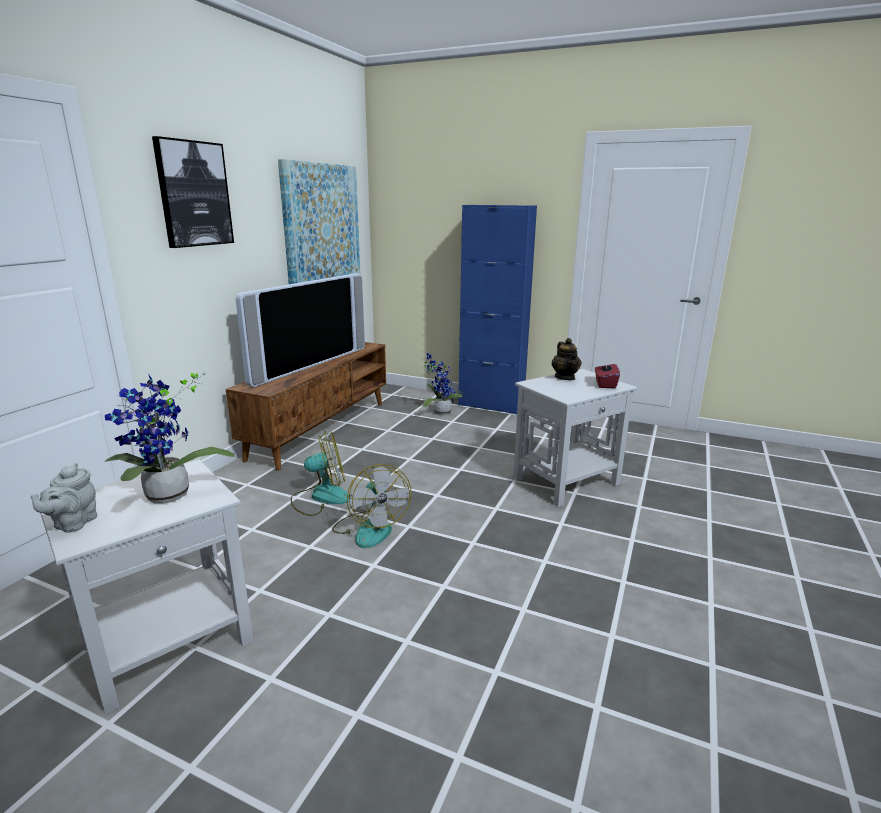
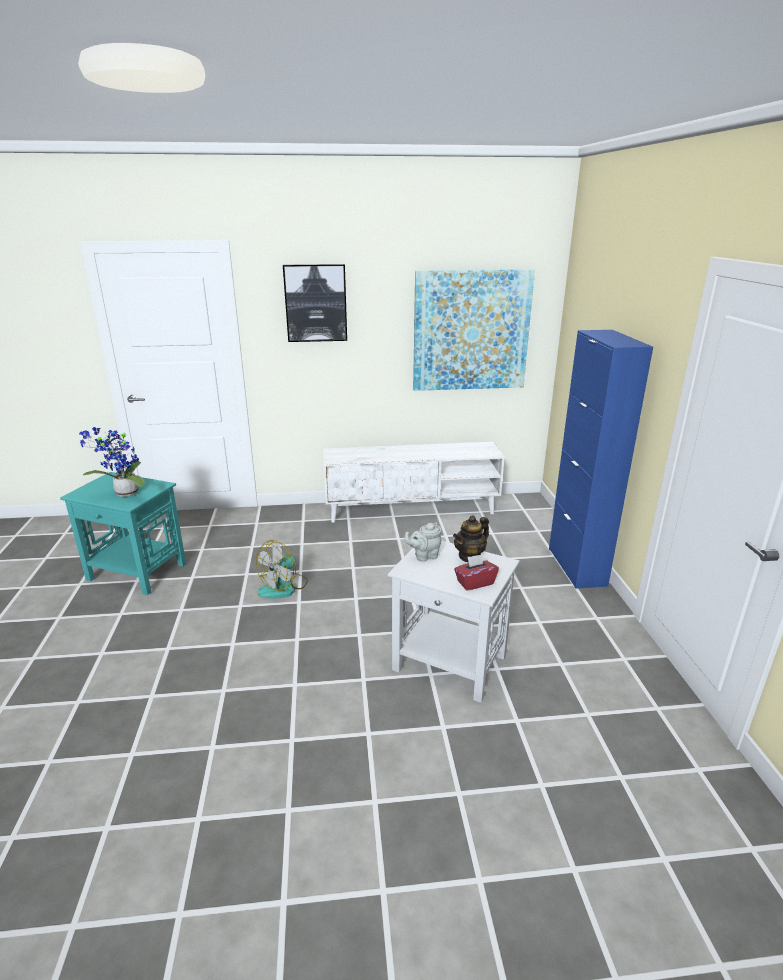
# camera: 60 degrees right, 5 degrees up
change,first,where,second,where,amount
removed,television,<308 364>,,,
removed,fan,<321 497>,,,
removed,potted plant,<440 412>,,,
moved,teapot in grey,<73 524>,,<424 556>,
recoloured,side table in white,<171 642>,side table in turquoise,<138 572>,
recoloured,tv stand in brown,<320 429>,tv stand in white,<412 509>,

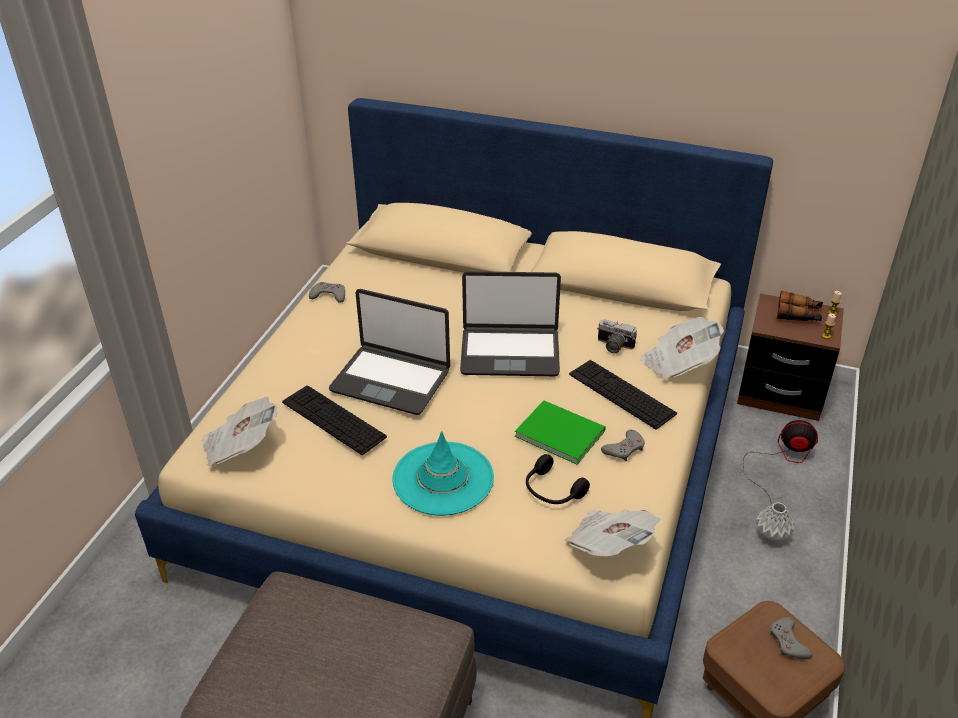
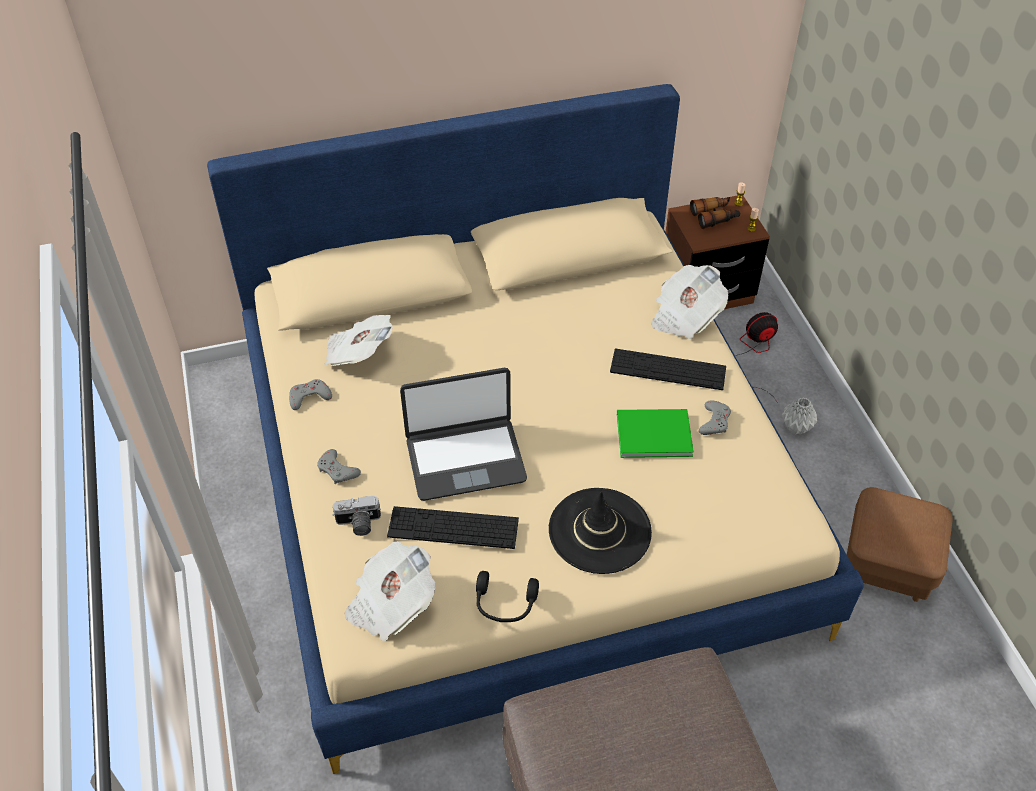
# camera: 35 degrees left, 10 degrees up
change,first,where,second,where,amount
removed,laptop,<510 352>,,,
moved,headphones in black,<552 491>,,<505 604>,
moved,newspaper,<609 545>,,<358 353>,
moved,photo camera,<613 346>,,<358 524>,
moved,game controller in grey,<788 642>,,<337 470>,
recoloured,hat in turquoise,<443 479>,hat in black,<599 531>,

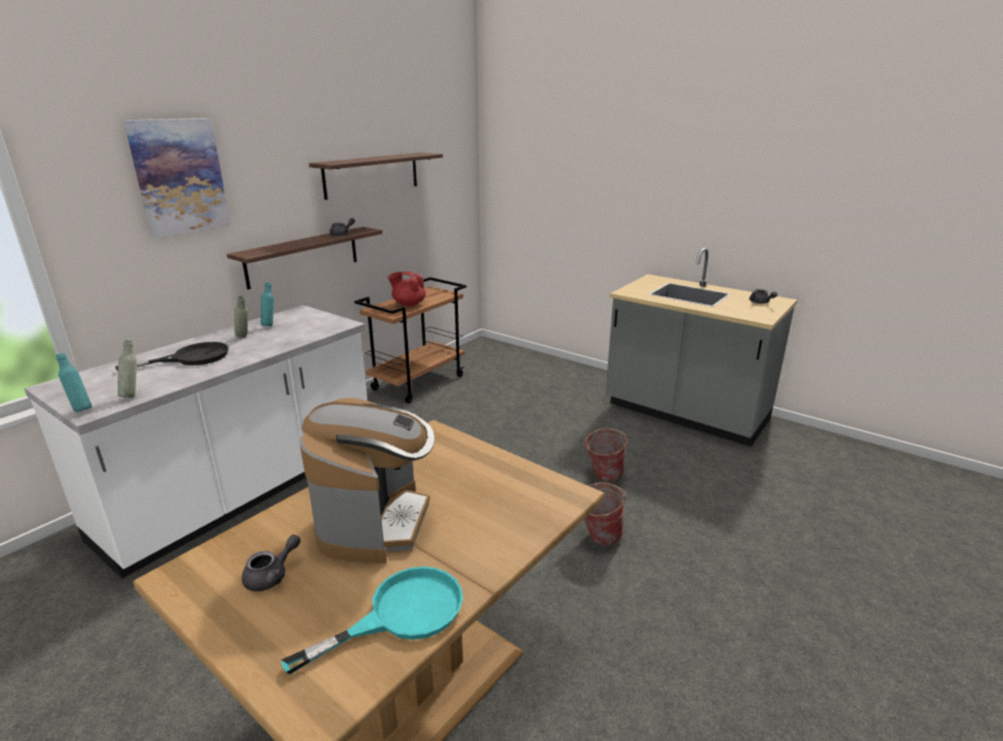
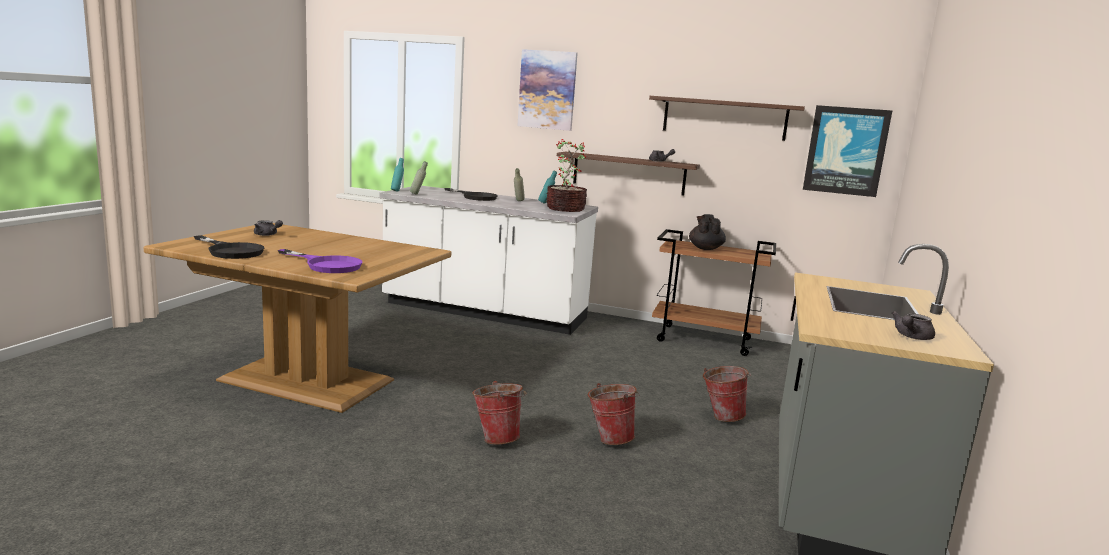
# camera: 70 degrees right, 10 degrees down
change,first,where,second,where,amount
removed,coffee machine,<376 522>,,,
added,,,frying pan in purple,<327 265>,
added,,,potted plant,<565 209>,
added,,,bucket,<720 416>,
added,,,picture,<845 151>,
recoloured,frying pan in turquoise,<401 614>,frying pan in black,<231 251>,
recoloured,teapot in red,<408 304>,teapot in black,<705 248>,

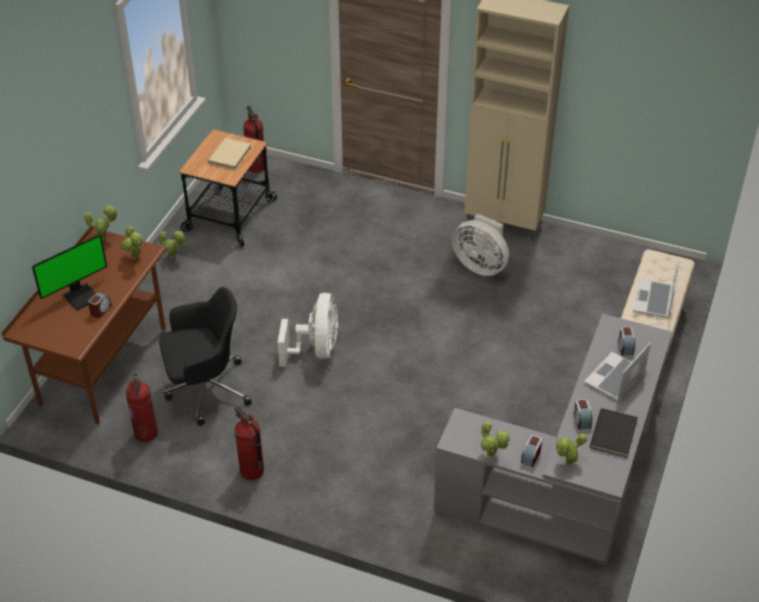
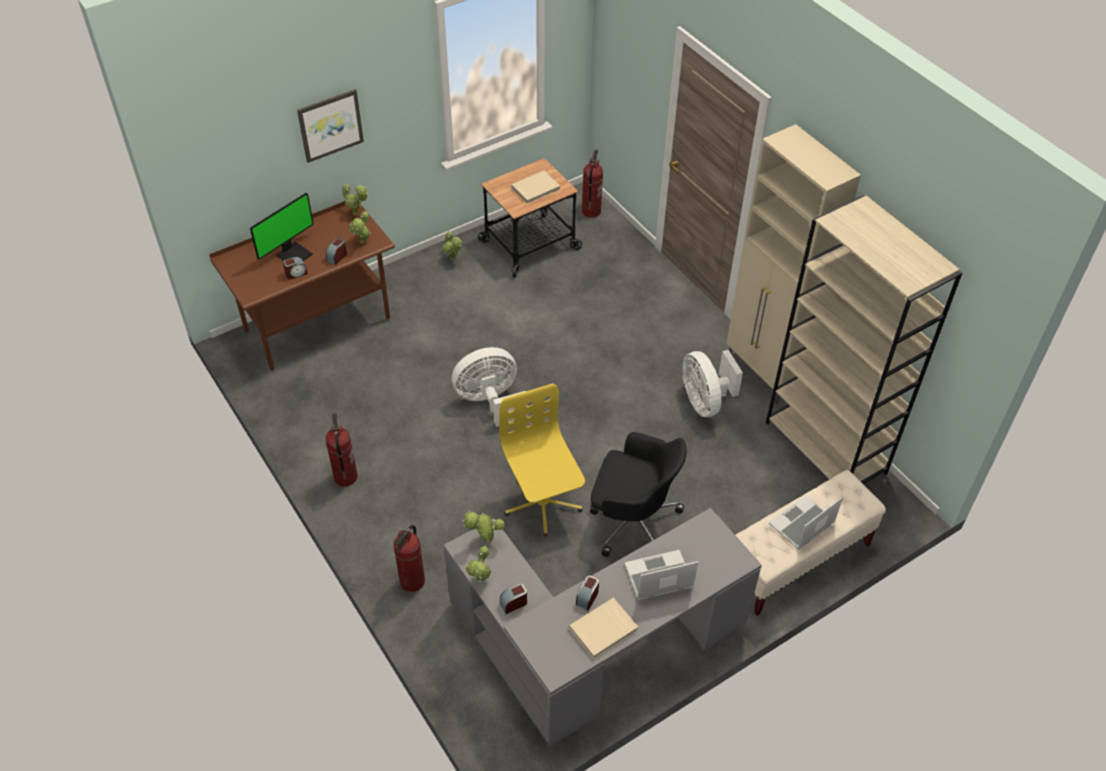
# camera: 35 degrees right, 5 degrees up
change,first,where,second,where,amount
added,,,picture,<330 125>,
added,,,office chair in yellow,<542 503>,
added,,,bookcase in beige,<826 448>,
moved,fire extinguisher,<146 433>,,<412 581>,
moved,office chair in black,<205 389>,,<632 521>,
moved,potted plant,<566 463>,,<485 540>,
moved,alarm clock,<625 347>,,<337 257>,
recoloured,book in black,<614 434>,book in beige,<604 630>,
turned,monitor,<81 296>,,<293 254>,45 degrees counterclockwise
turned,fan in white,<316 350>,,<490 402>,150 degrees counterclockwise

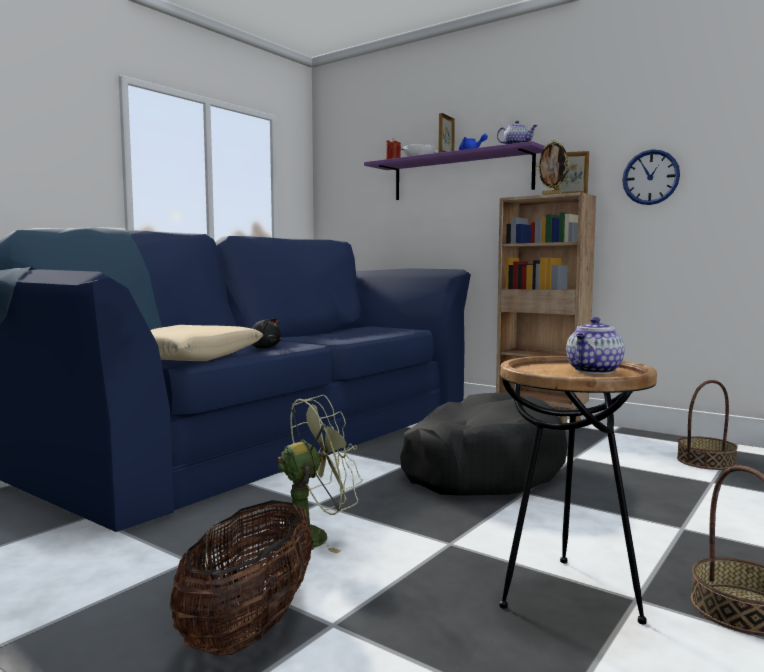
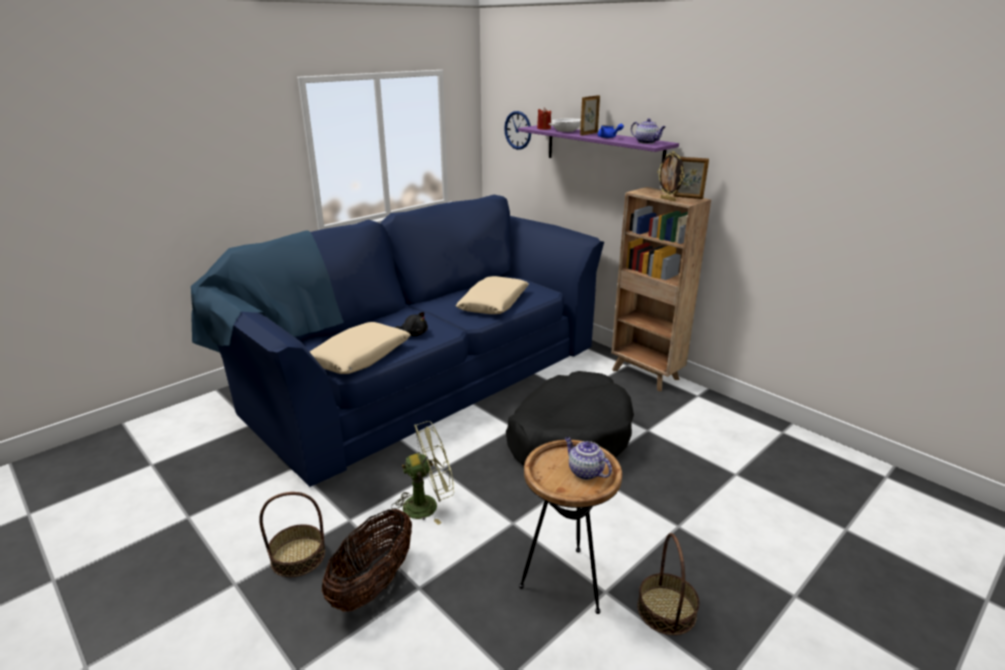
# camera: 10 degrees right, 20 degrees up
change,first,where,second,where,amount
added,,,pillow in beige,<494 303>,
moved,wall clock,<650 177>,,<518 130>,
moved,basket,<706 461>,,<298 557>,
turned,teapot,<594 371>,,<585 471>,90 degrees clockwise

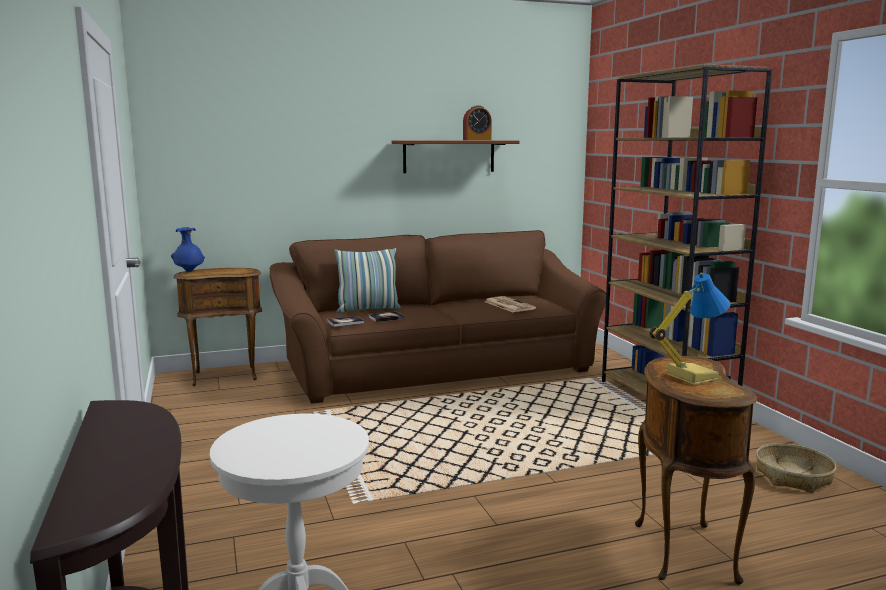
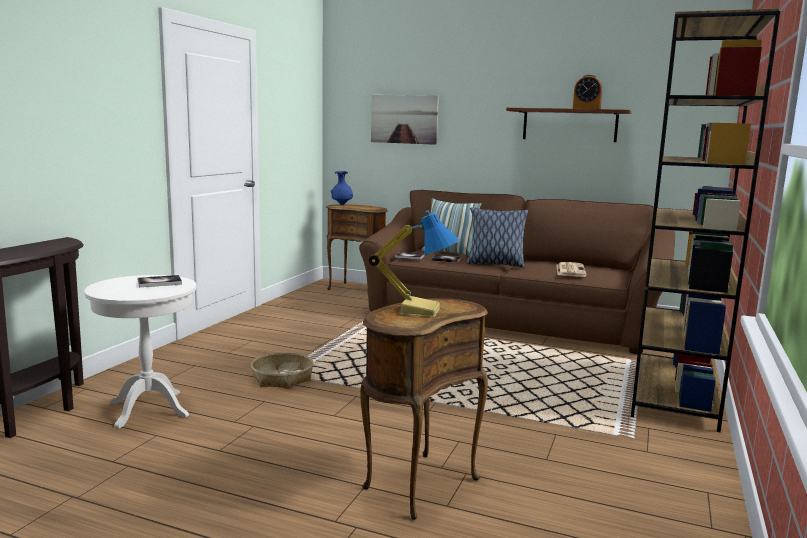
# camera: 40 degrees right, 0 degrees up
change,first,where,second,where,amount
added,,,book,<159 282>,
added,,,picture,<404 119>,
added,,,pillow,<495 264>,
moved,basket,<793 477>,,<283 378>,

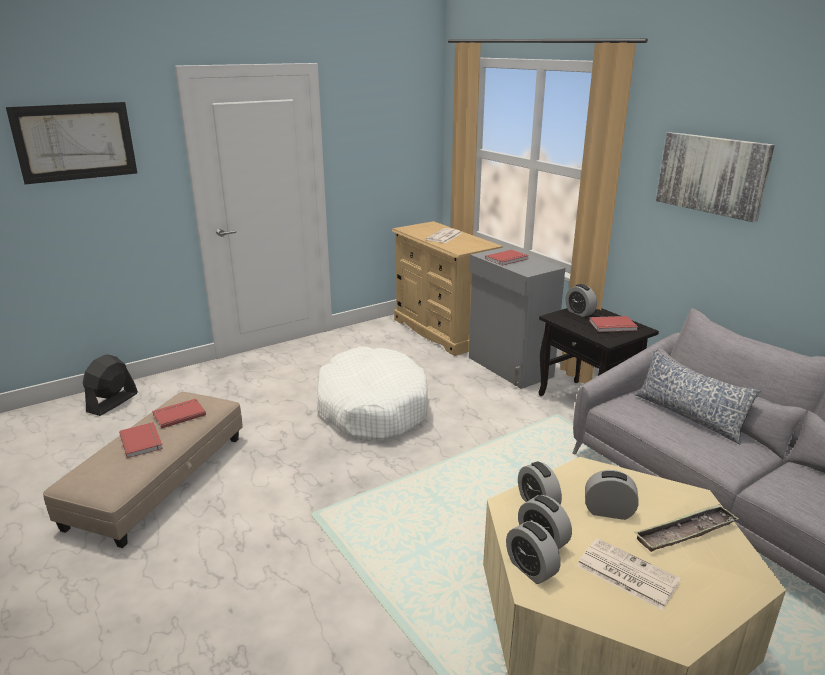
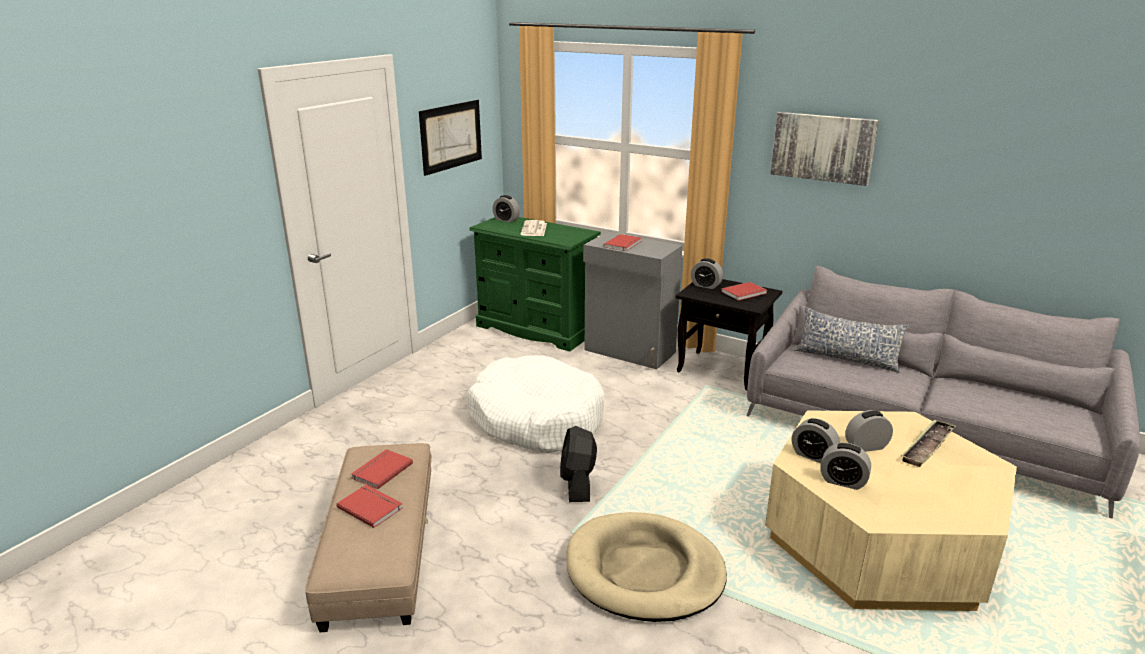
# camera: 25 degrees left, 0 degrees up
change,first,where,second,where,amount
removed,newspaper,<626 573>,,,
added,,,dog bed in beige,<644 571>,
moved,picture,<75 142>,,<451 136>,
moved,fan in black,<112 403>,,<578 483>,
moved,alarm clock,<530 569>,,<506 220>,
recoloured,dresser in beige,<442 331>,dresser in green,<536 328>,

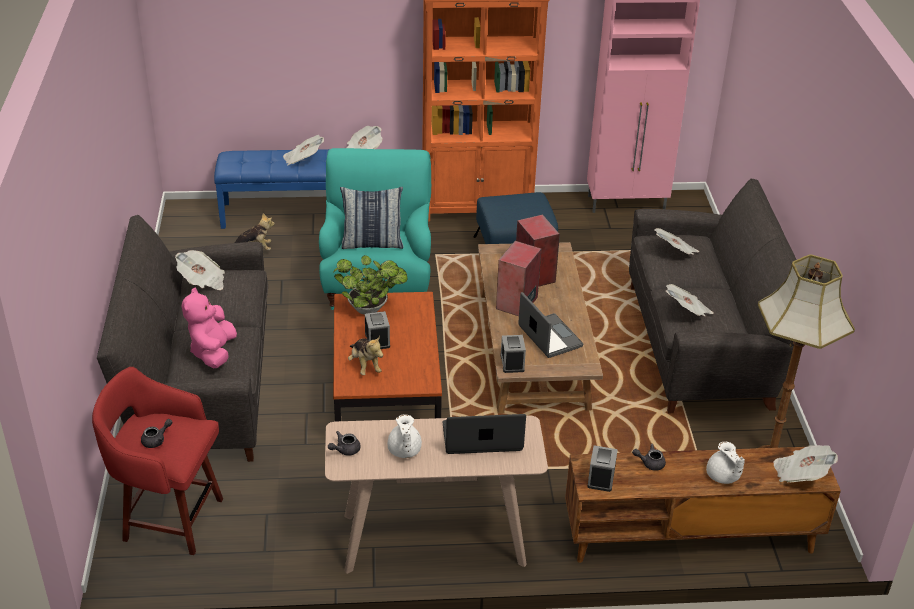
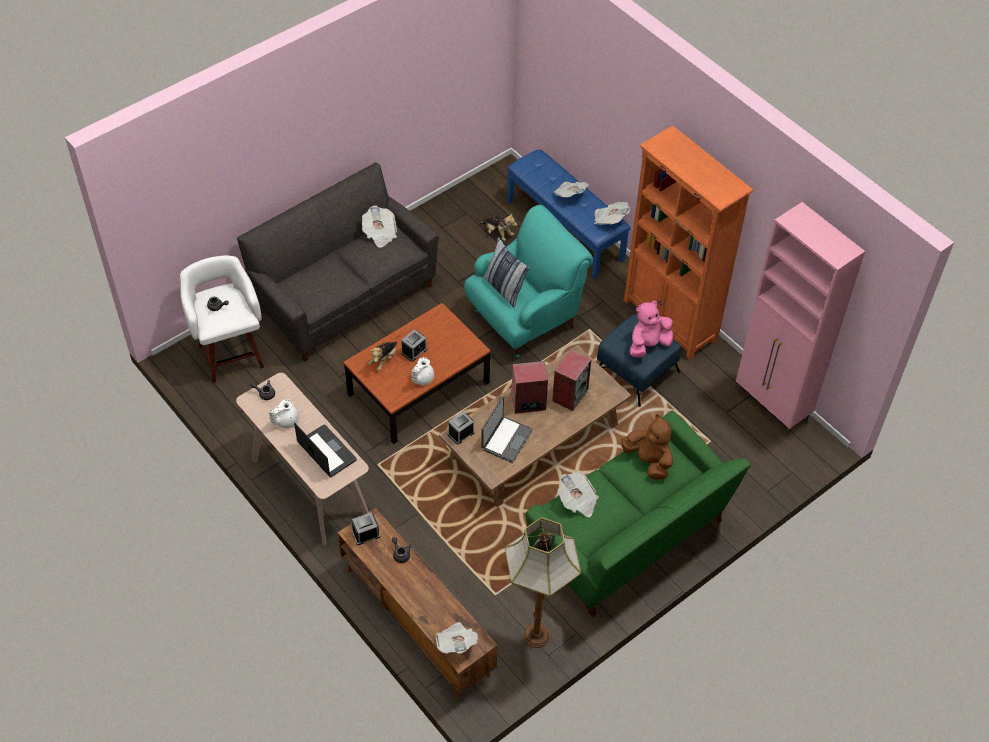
# camera: 55 degrees right, 15 degrees up
change,first,where,second,where,amount
removed,potted plant,<371 309>,,,
moved,plush toy in pink,<213 352>,,<648 345>,
moved,teapot in white,<722 476>,,<421 378>,
replaced,newspaper,<675 252>,plush toy in brown,<648 461>,
recoloured,stool in red,<169 519>,stool in white,<230 354>,
recoloured,sofa in grey,<702 345>,sofa in green,<629 539>,

